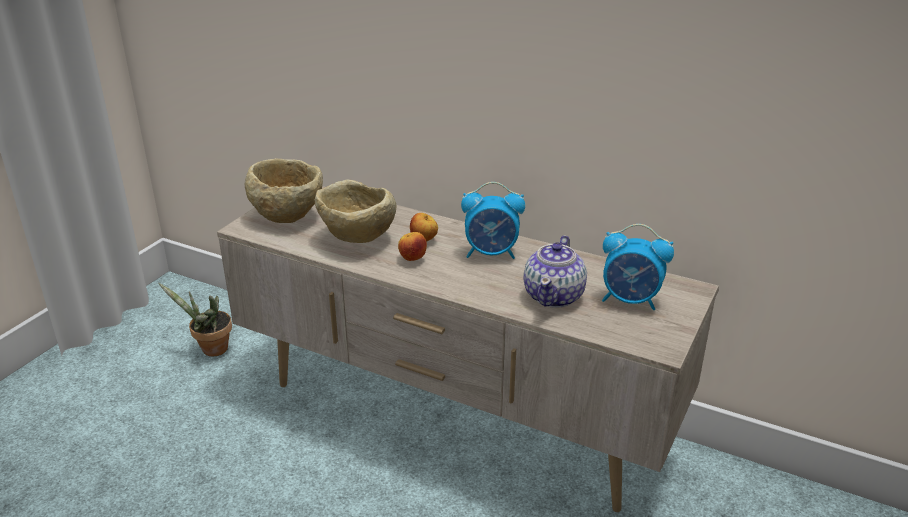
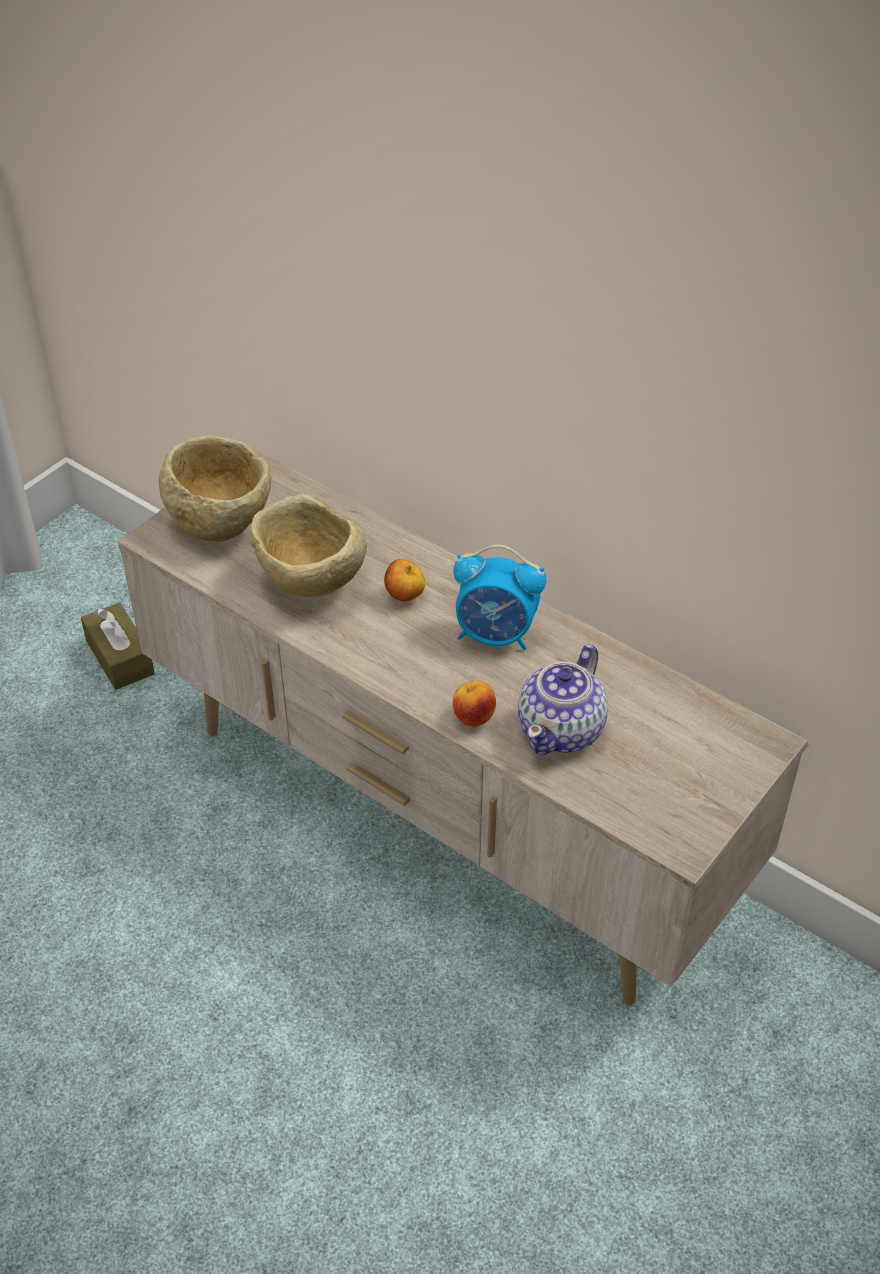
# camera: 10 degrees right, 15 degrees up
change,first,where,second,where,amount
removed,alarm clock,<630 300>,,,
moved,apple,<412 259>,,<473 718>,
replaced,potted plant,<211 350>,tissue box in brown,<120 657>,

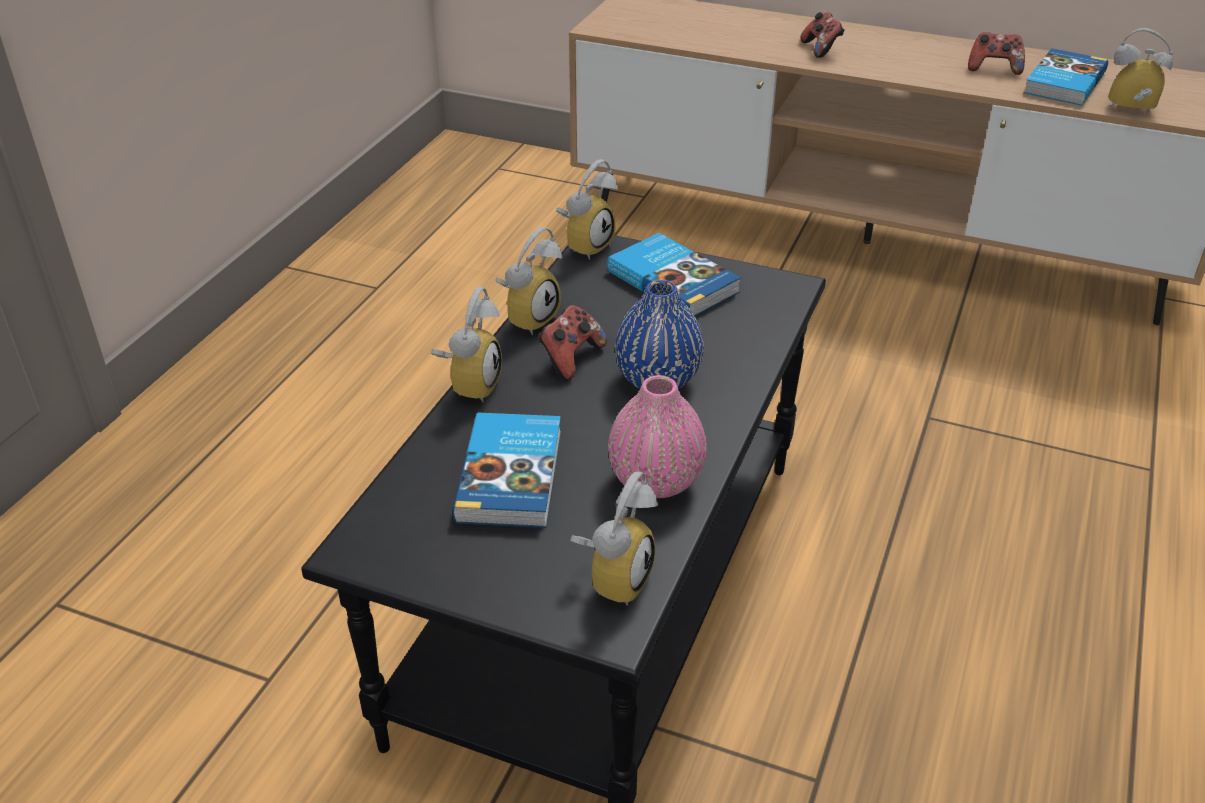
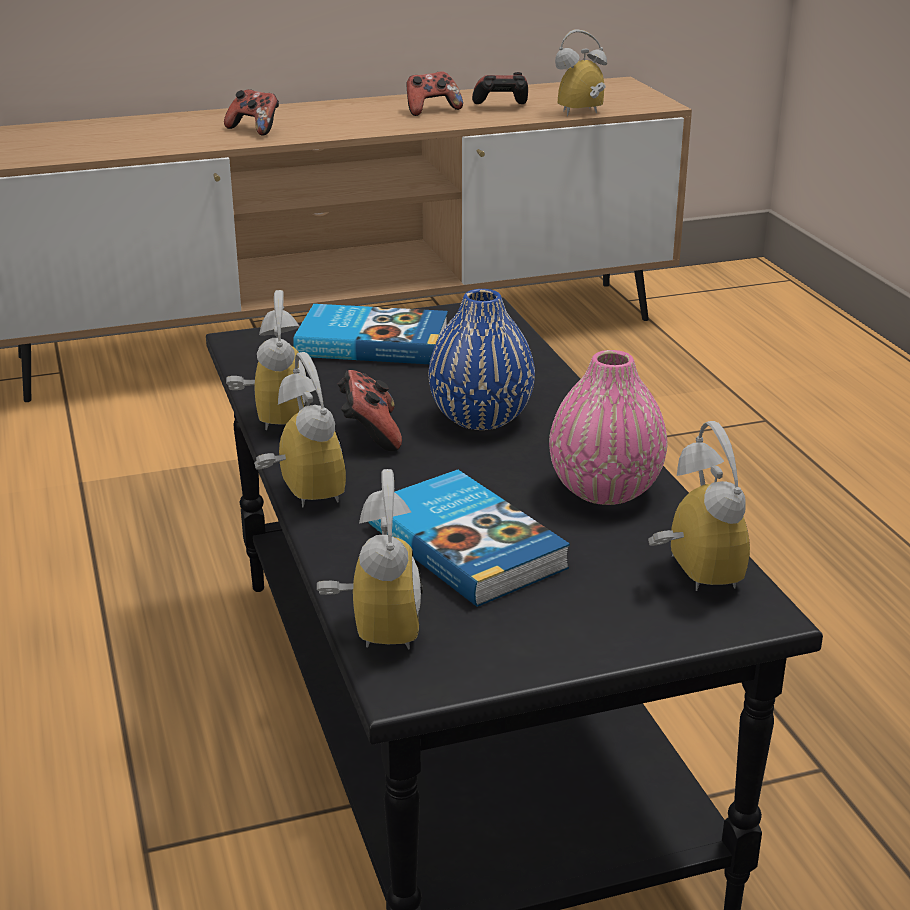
# camera: 40 degrees left, 10 degrees down
change,first,where,second,where,amount
moved,alarm clock,<585 245>,,<371 628>,
replaced,book,<1062 82>,game controller,<501 107>,

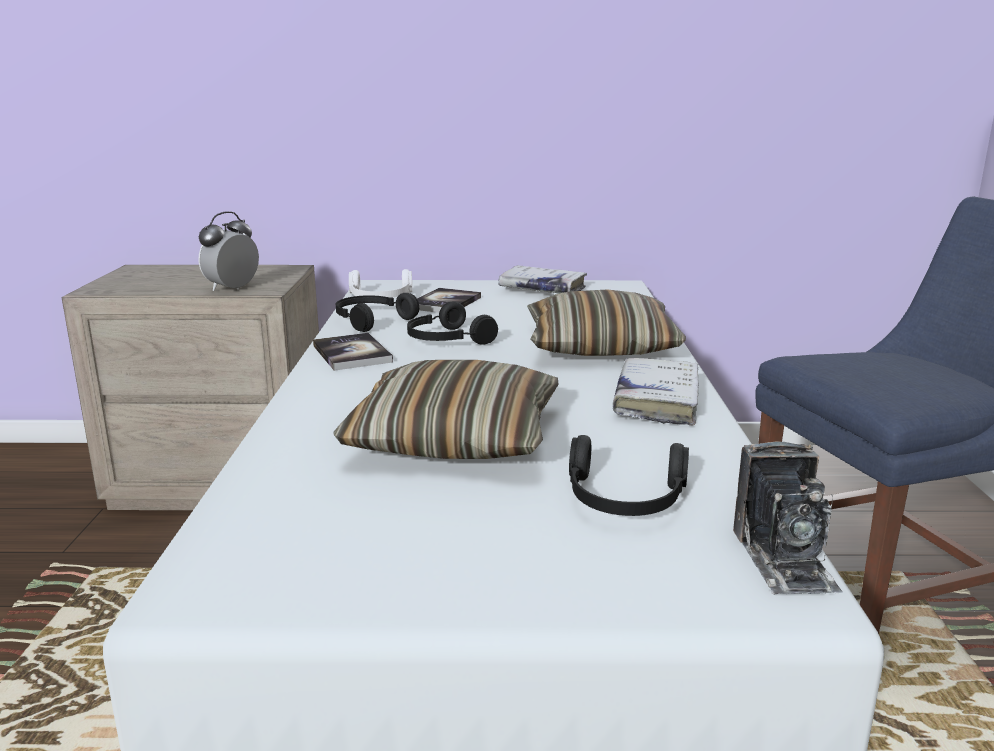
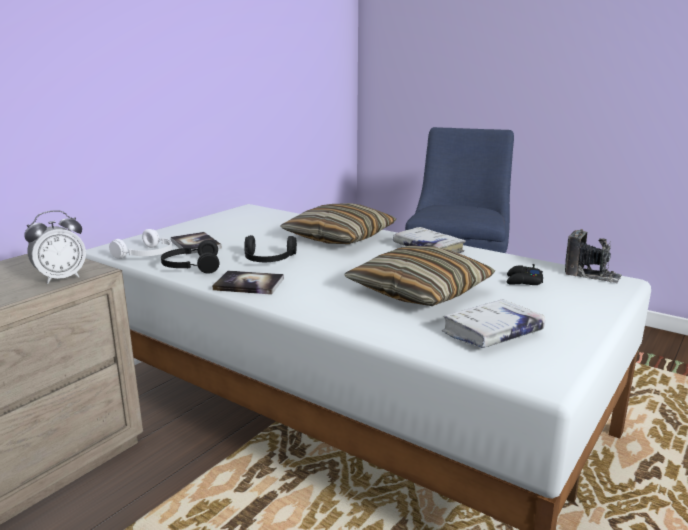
# camera: 55 degrees left, 0 degrees up
change,first,where,second,where,amount
moved,book in white,<542 289>,,<492 333>,
replaced,headphones in black,<624 500>,game controller in black,<523 281>,
turned,alarm clock,<232 289>,,<61 278>,105 degrees counterclockwise

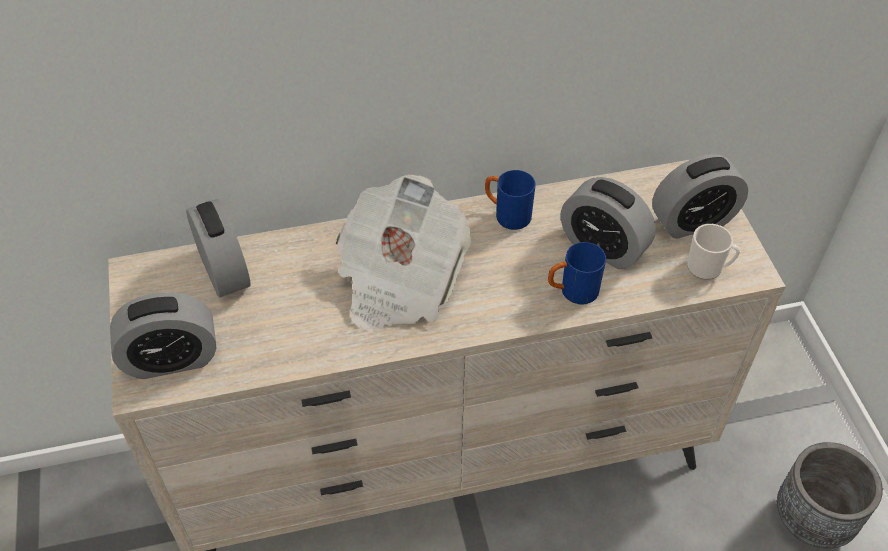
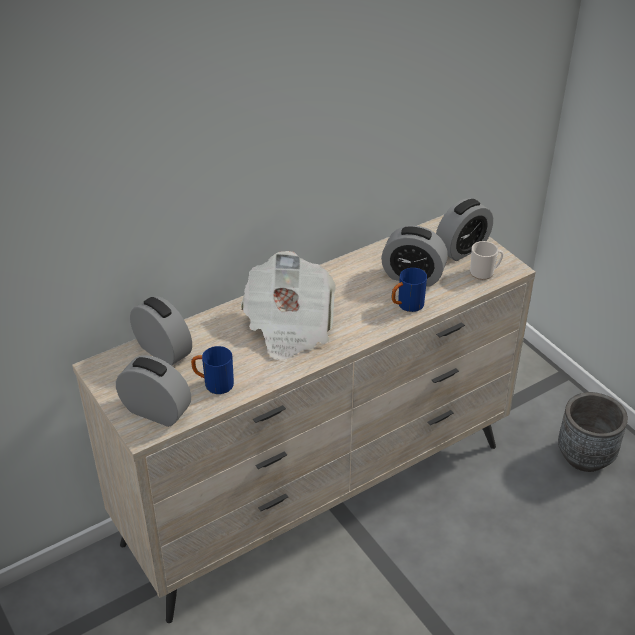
# camera: 20 degrees left, 10 degrees down
change,first,where,second,where,amount
moved,mug in blue,<506 214>,,<213 384>,
turned,alarm clock,<171 359>,,<156 411>,120 degrees counterclockwise

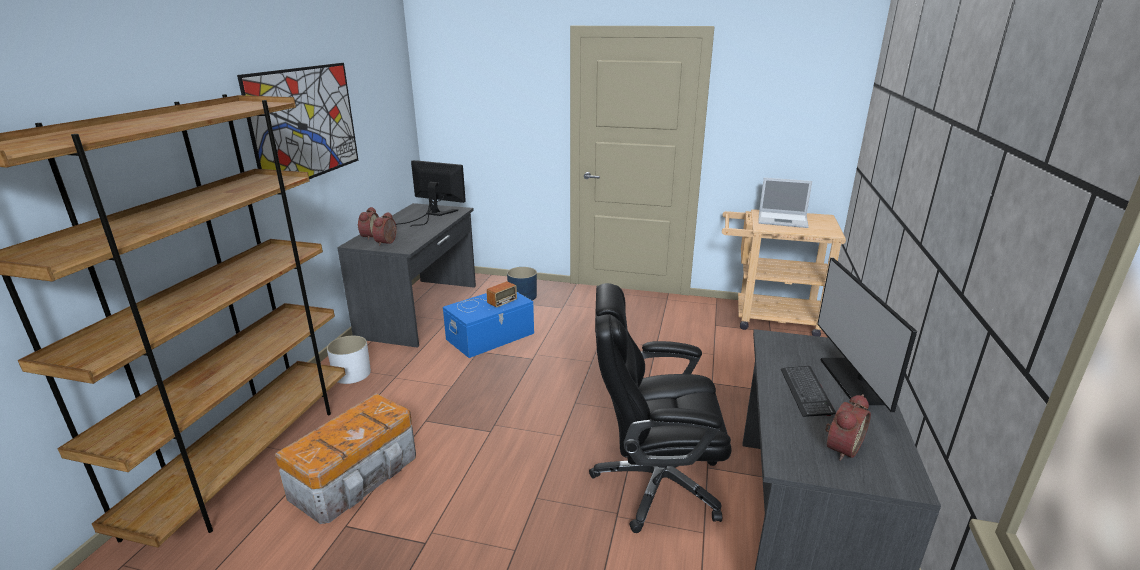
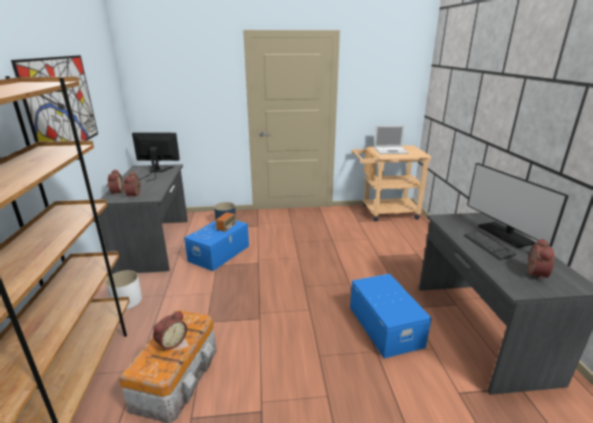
# camera: 20 degrees left, 0 degrees up
change,first,where,second,where,amount
added,,,alarm clock,<171 342>,
replaced,office chair in black,<654 483>,storage box in blue,<386 326>,

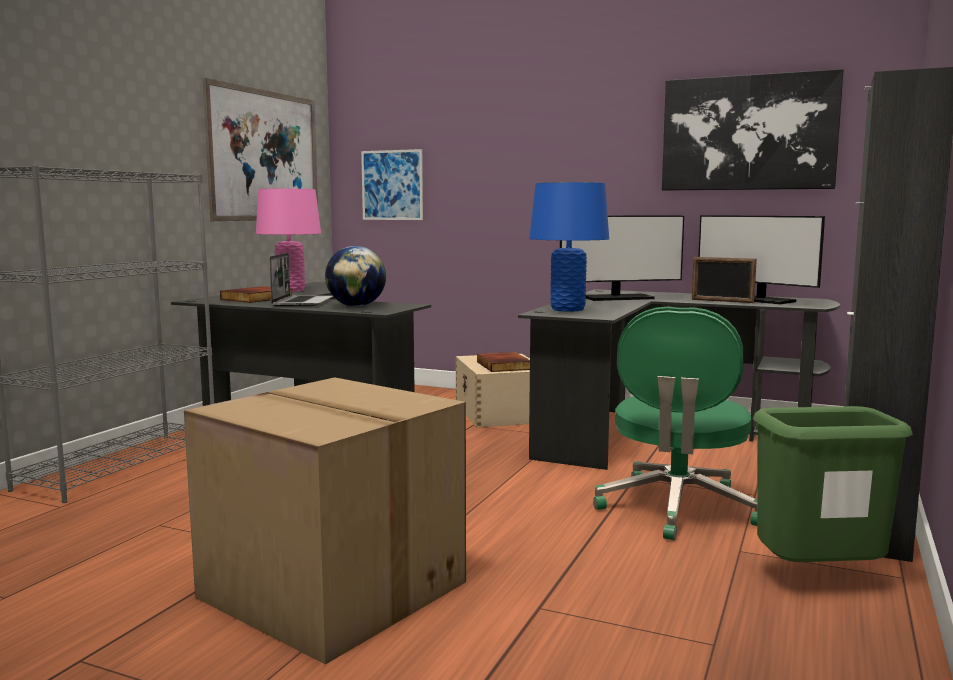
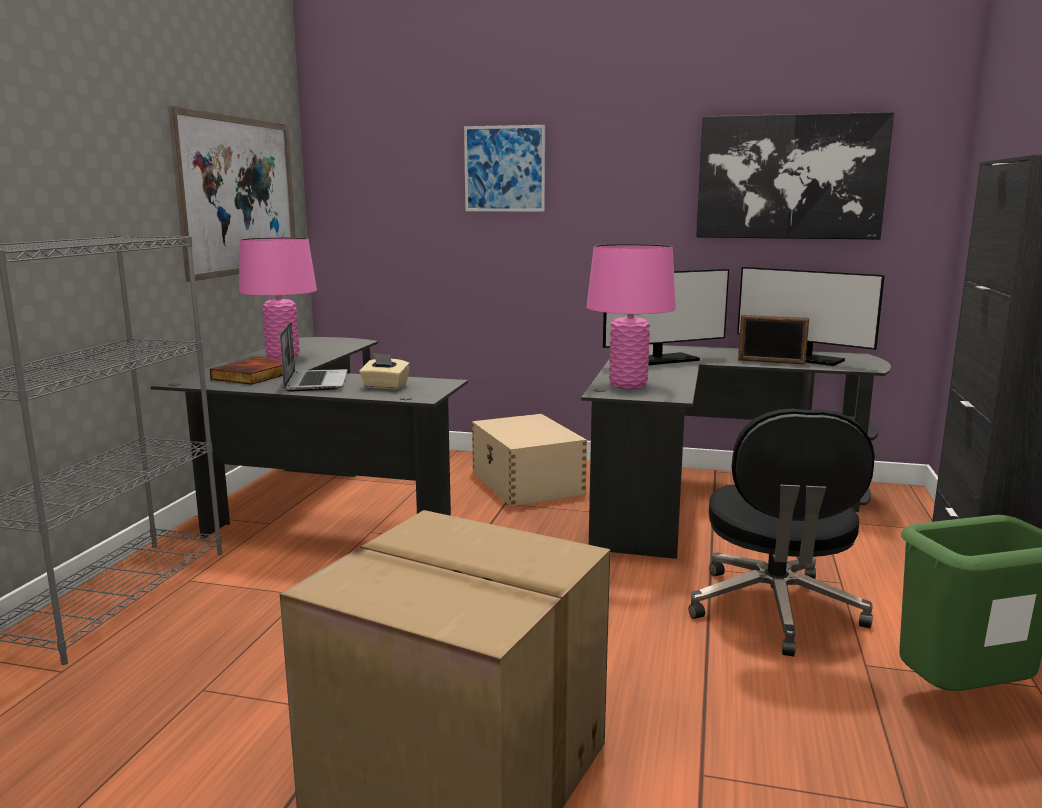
# camera: 10 degrees left, 5 degrees up
change,first,where,second,where,amount
removed,book,<505 365>,,,
moved,picture,<392 185>,,<504 169>,
replaced,globe,<356 306>,tissue box in beige,<385 387>,
recoloured,table lamp in blue,<567 309>,table lamp in pink,<628 385>,
recoloured,office chair in green,<677 509>,office chair in black,<775 610>,

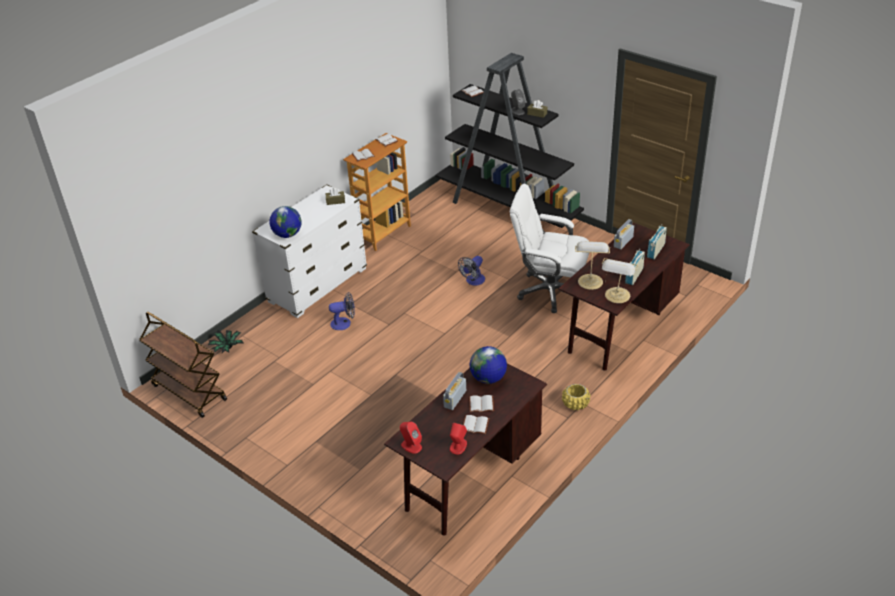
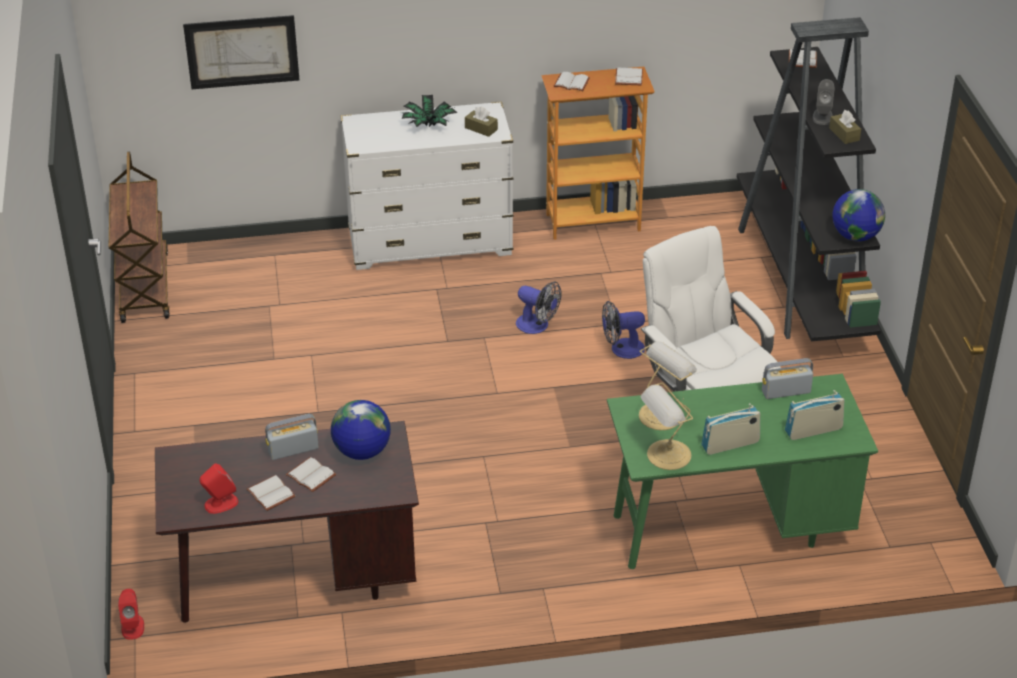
# camera: 40 degrees right, 0 degrees up
change,first,where,second,where,amount
removed,planter in yellow,<575 404>,,,
added,,,picture,<242 52>,
moved,potted plant,<227 348>,,<428 125>,
moved,globe,<287 234>,,<855 236>,
moved,fan,<344 323>,,<537 326>,
moved,speaker in red,<411 446>,,<132 626>,
recoloured,desk in brown,<620 328>,desk in green,<729 529>,

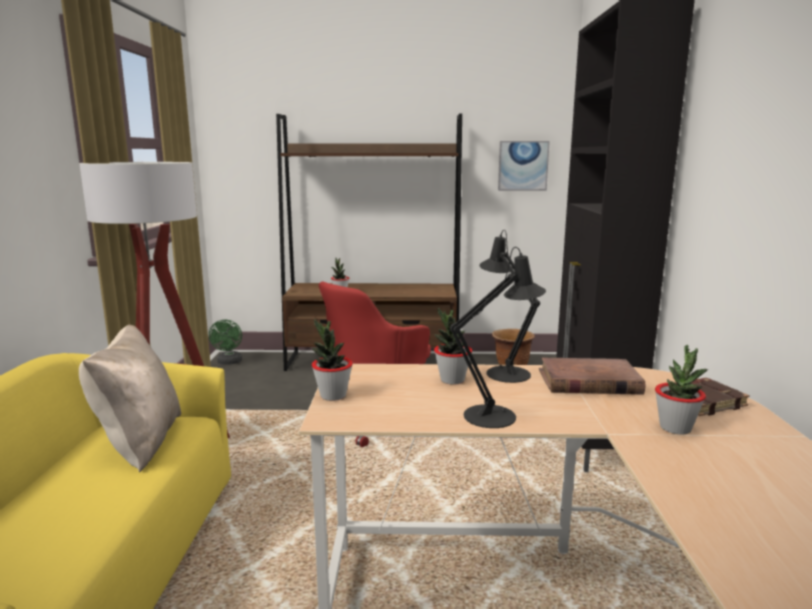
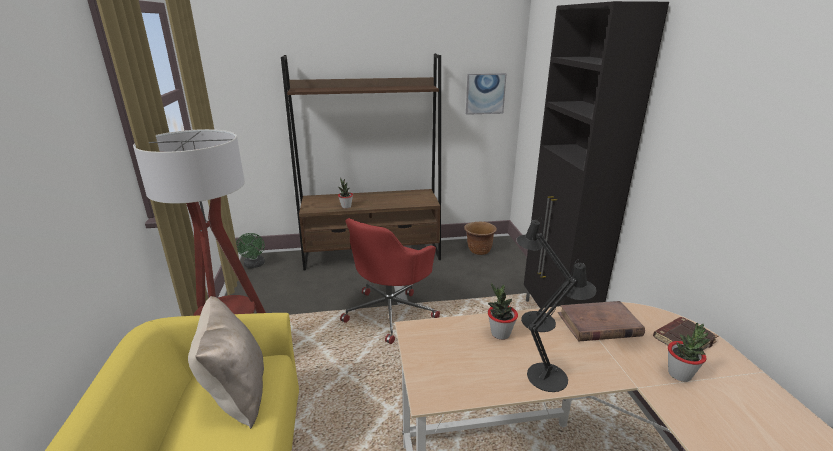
# camera: 10 degrees left, 10 degrees up
change,first,where,second,where,amount
removed,potted plant,<333 395>,,,

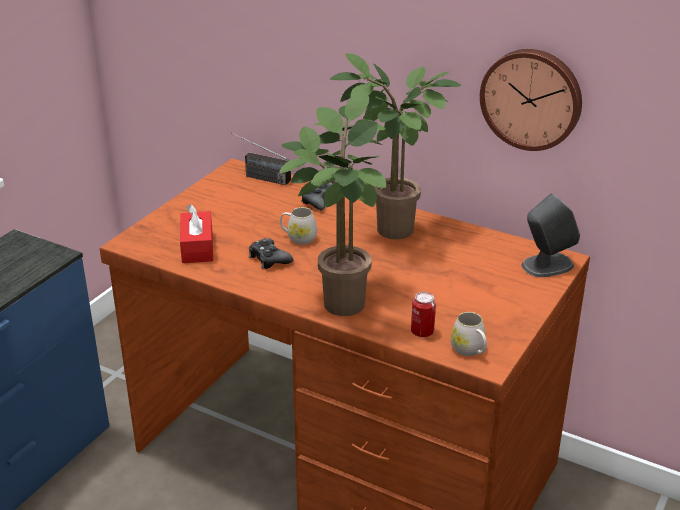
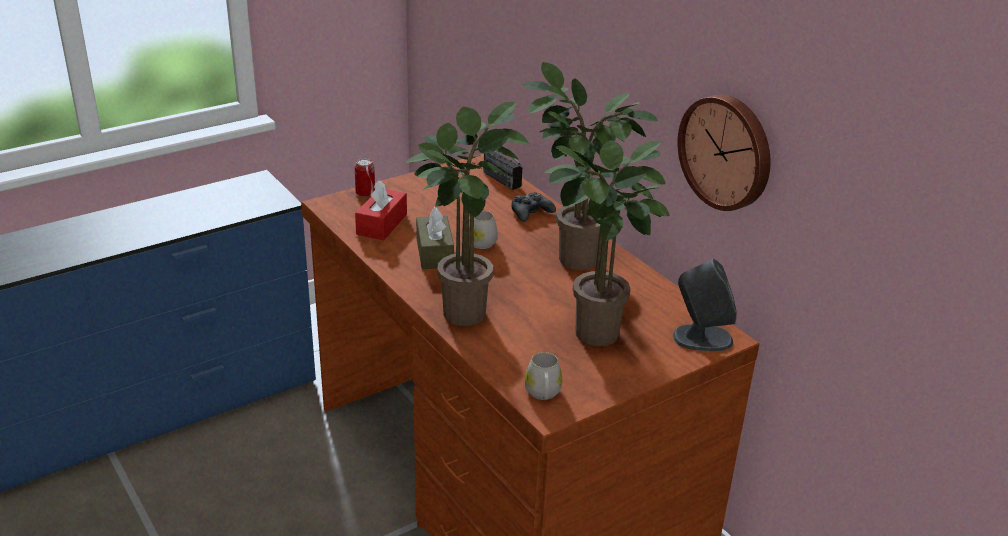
# camera: 25 degrees right, 0 degrees up
change,first,where,second,where,amount
added,,,potted plant,<597 338>,
moved,can,<422 332>,,<365 193>,
replaced,game controller in black,<269 259>,tissue box in brown,<434 253>,

